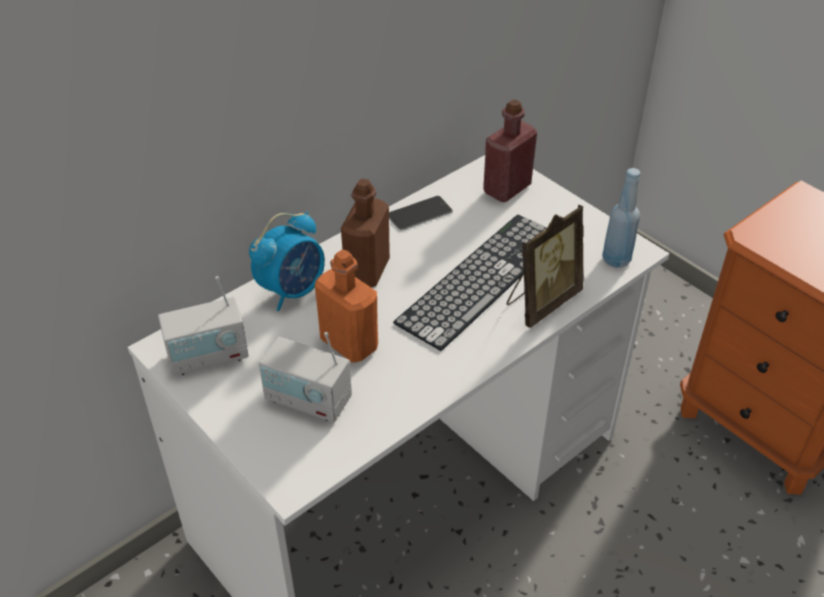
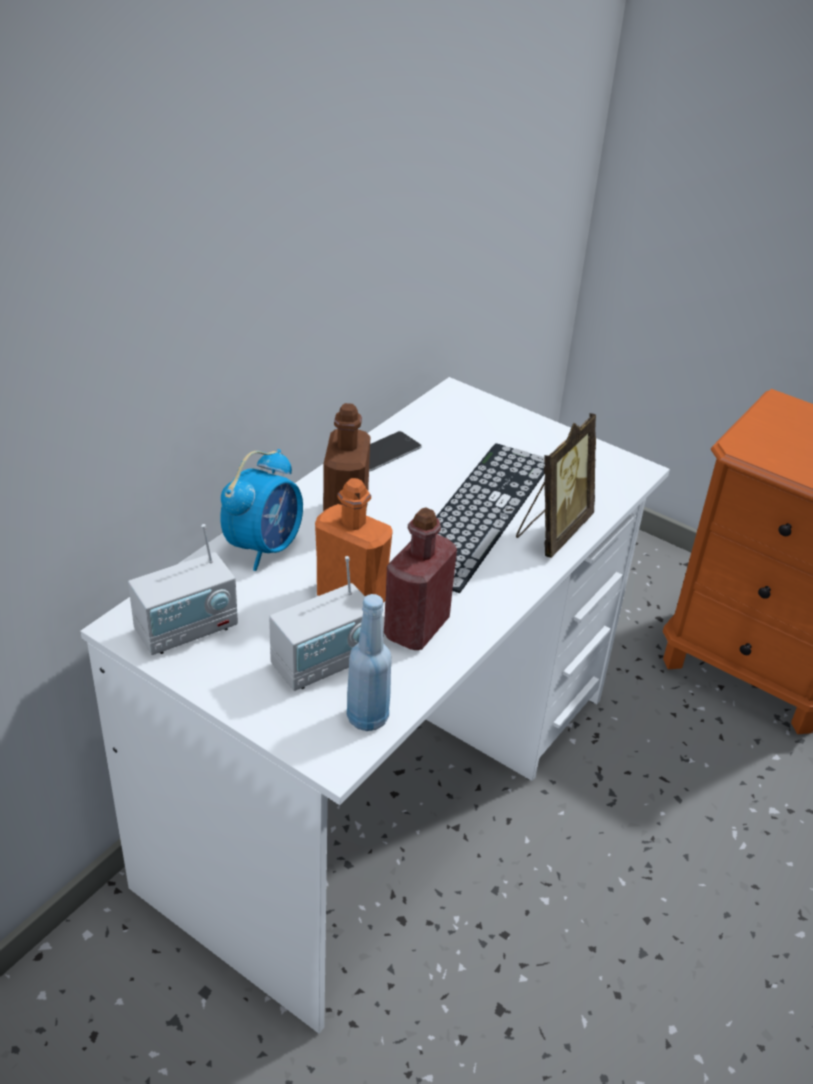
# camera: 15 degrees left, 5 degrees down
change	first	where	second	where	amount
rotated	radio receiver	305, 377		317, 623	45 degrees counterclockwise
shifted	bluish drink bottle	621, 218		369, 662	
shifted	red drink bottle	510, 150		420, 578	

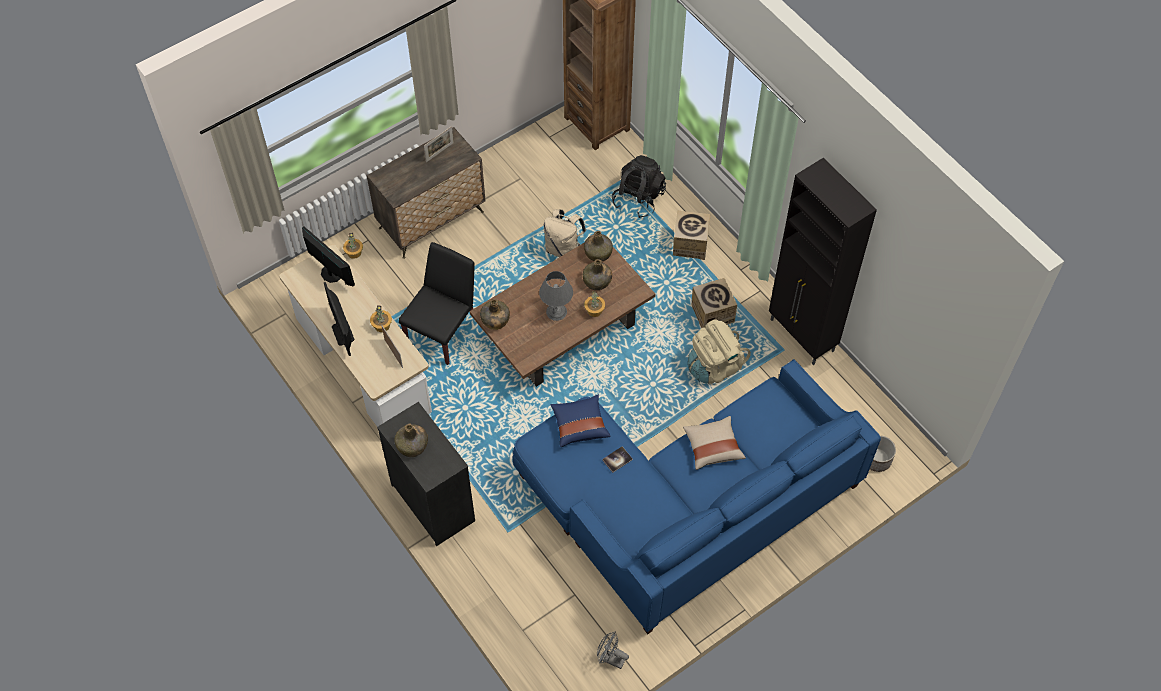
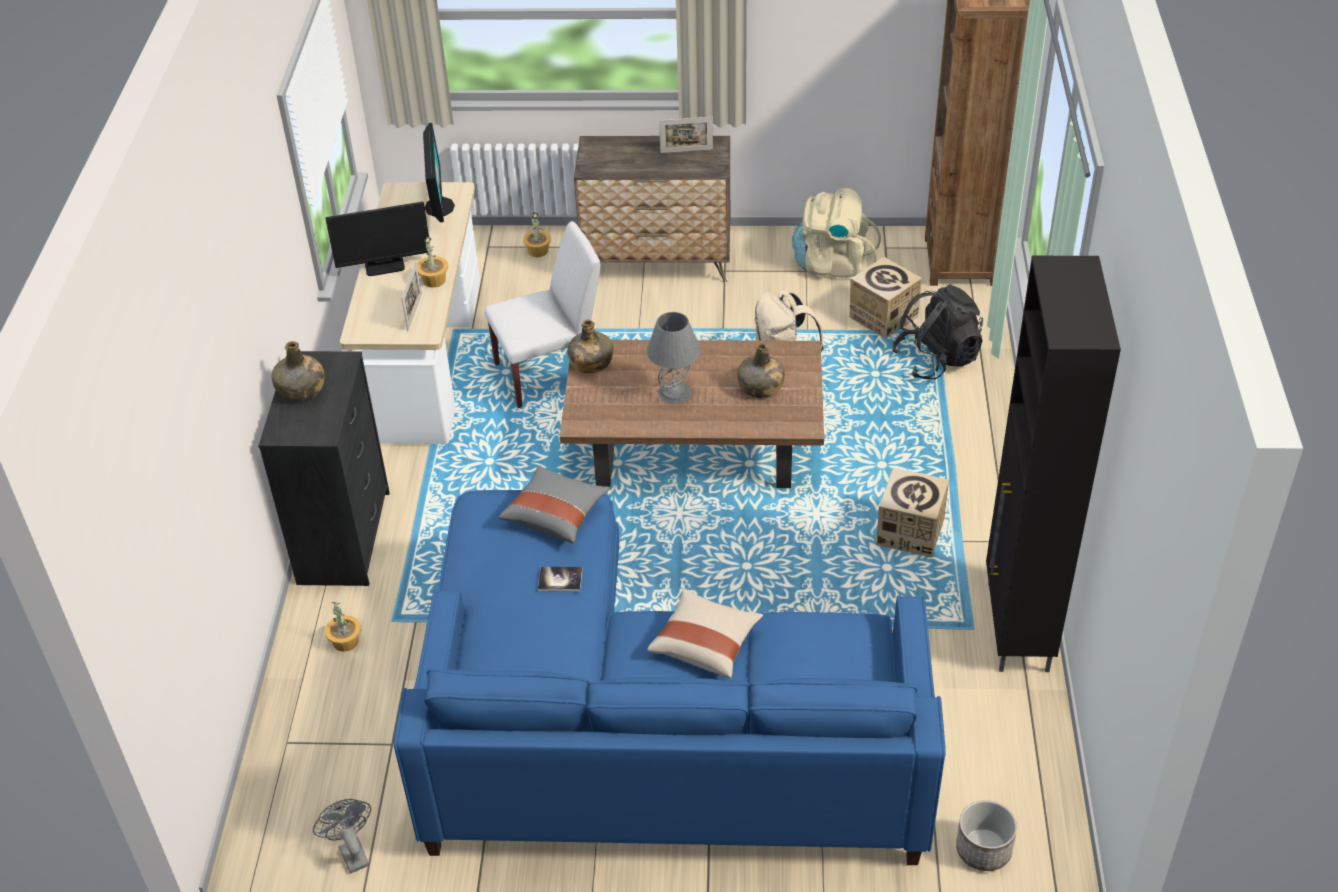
# camera: 40 degrees right, 15 degrees down
change	first	where	second	where	amount
rotated	computer display	339, 319		377, 239	120 degrees counterclockwise
shifted	potted plant	594, 304		343, 627	
repainted	black plain chair	437, 303	white plain chair	543, 314	
repainted	bluish pillow	580, 421	gray pillow	554, 504	
shifted	sand-coloured backpack	719, 351		836, 233	
shifted	packing box	691, 235		885, 298	
gone	greenish drink bottle	598, 246			

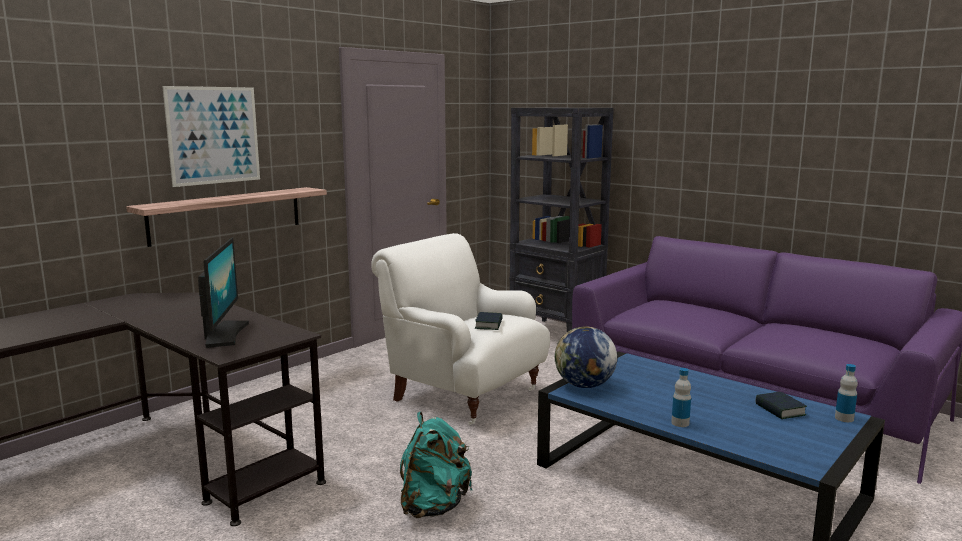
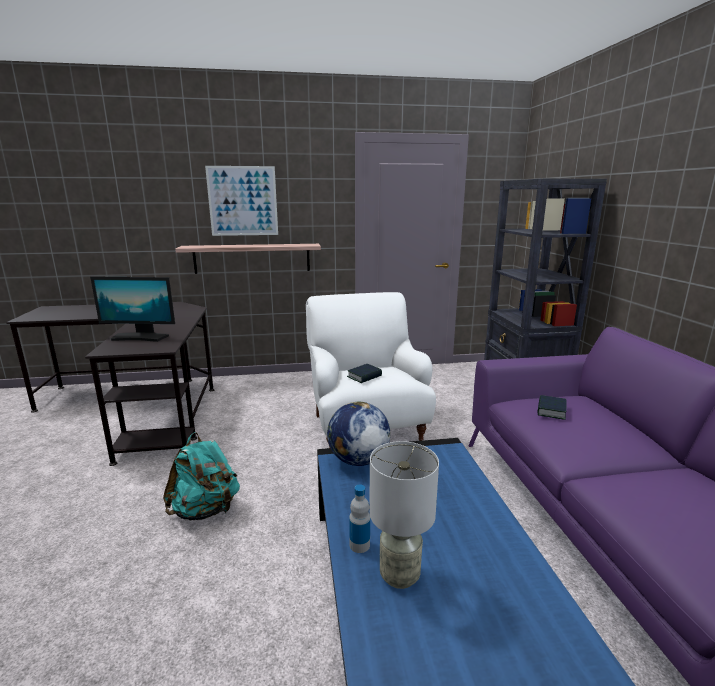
# camera: 40 degrees right, 5 degrees up
change	first	where	second	where	amount
rotated	computer display	223, 293		132, 309	60 degrees clockwise
new			gray tabletop lamp	404, 515	
shifted	book	781, 405		552, 407	
gone	drink bottle	846, 393			

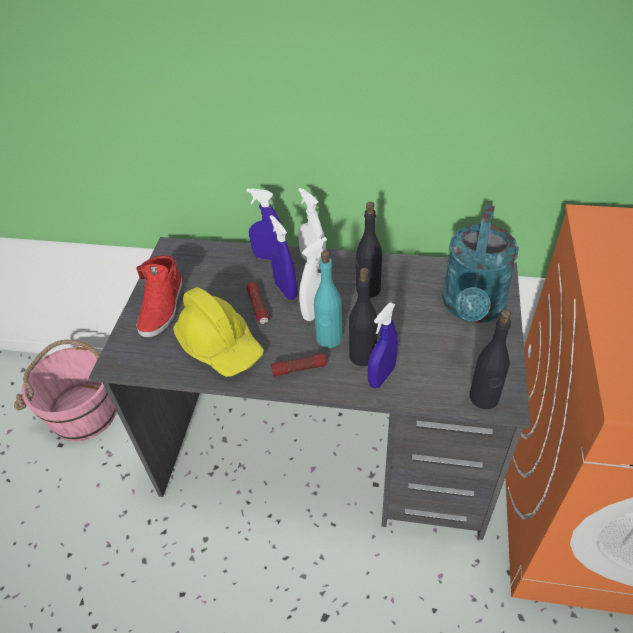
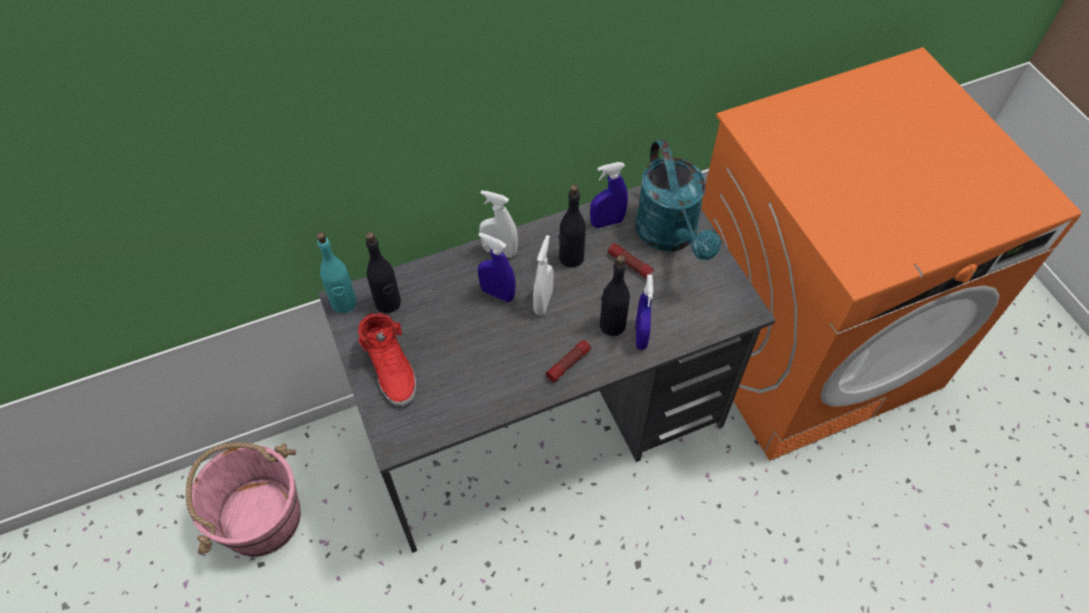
# camera: 35 degrees left, 10 degrees up
change	first	where	second	where	amount
shifted	turquoise drink bottle	328, 299		337, 272	
shifted	black drink bottle	490, 359		383, 272	
shifted	bluish spray bottle	264, 224		609, 195	
shifted	hand torch	257, 303		631, 261	
gone	yellow safety helmet	218, 332			

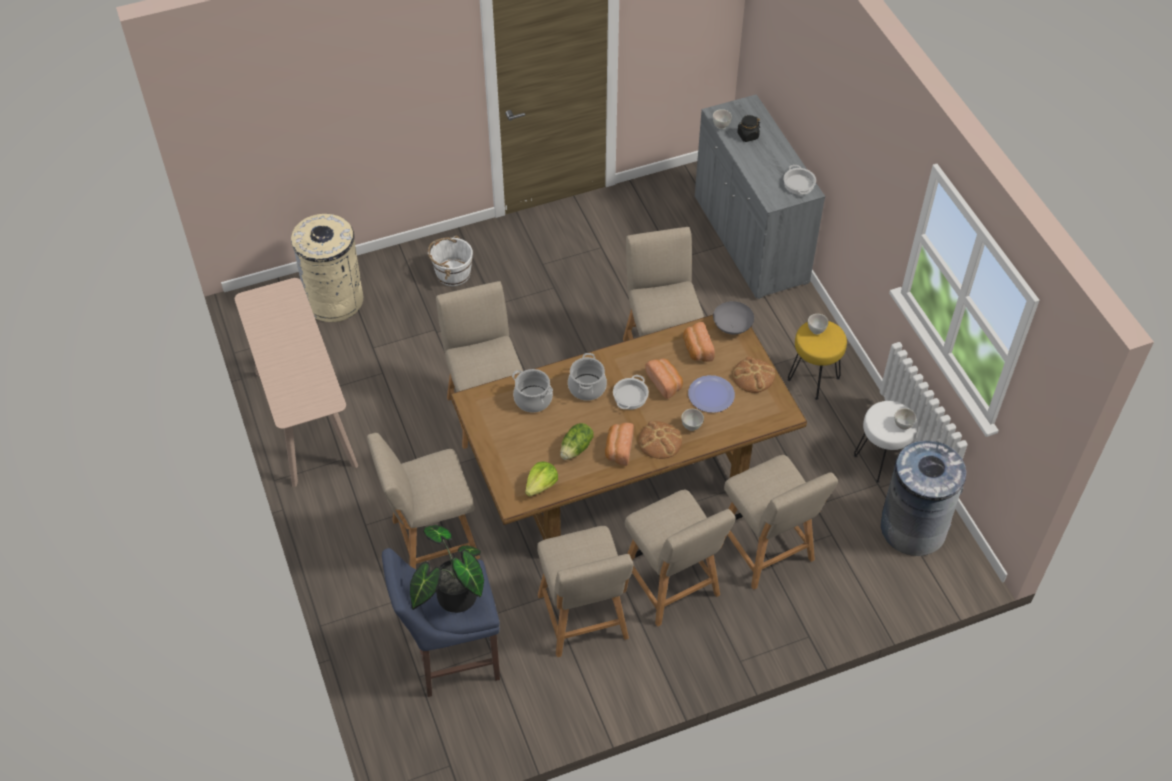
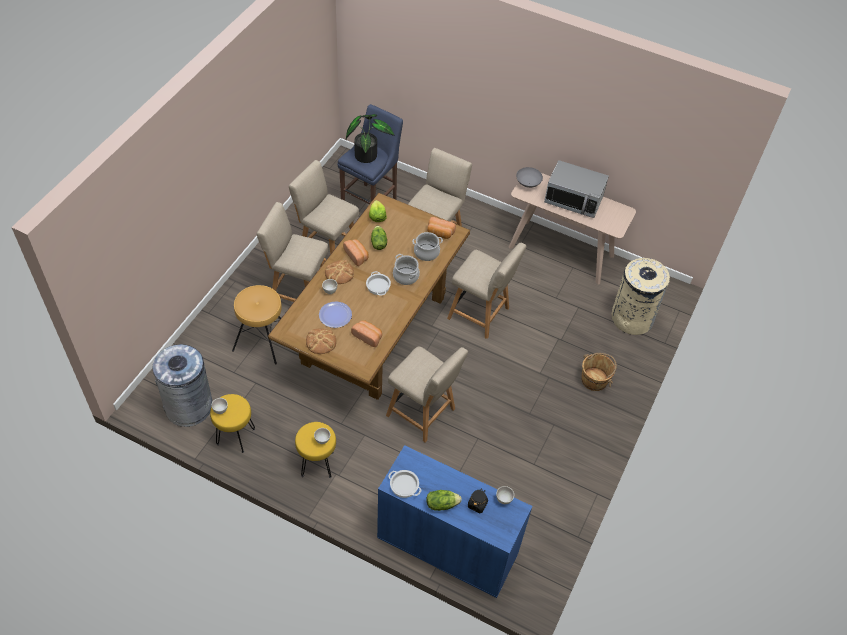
# camera: 135 degrees right, 0 degrees up
change	first	where	second	where	amount
repainted	white stool seat	886, 442	yellow stool seat	232, 423	
swapped	sand-coloured plain chair	781, 522	brown-coloured stool seat	257, 324	
repainted	gray cabinet	760, 196	bluish cabinet	454, 521	
new			lettuce head	444, 500	
shifted	bread	664, 378		441, 228	
shifted	gray bowl	733, 318		529, 177	
new			microwave	576, 189	
repainted	white bucket	450, 261	brown-coloured bucket	599, 372	

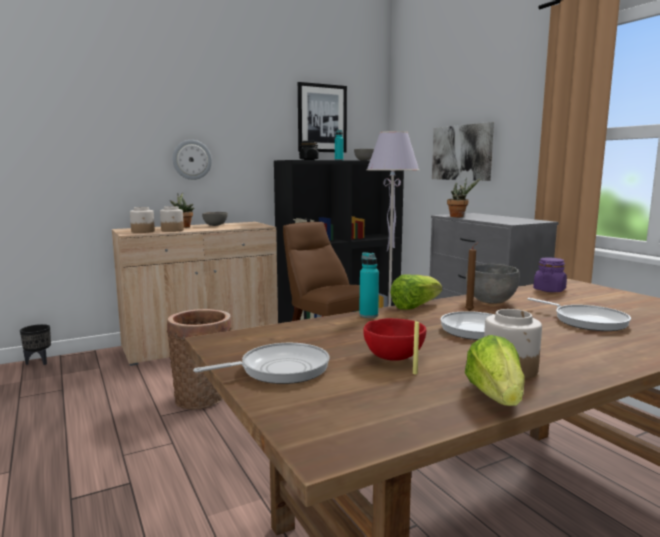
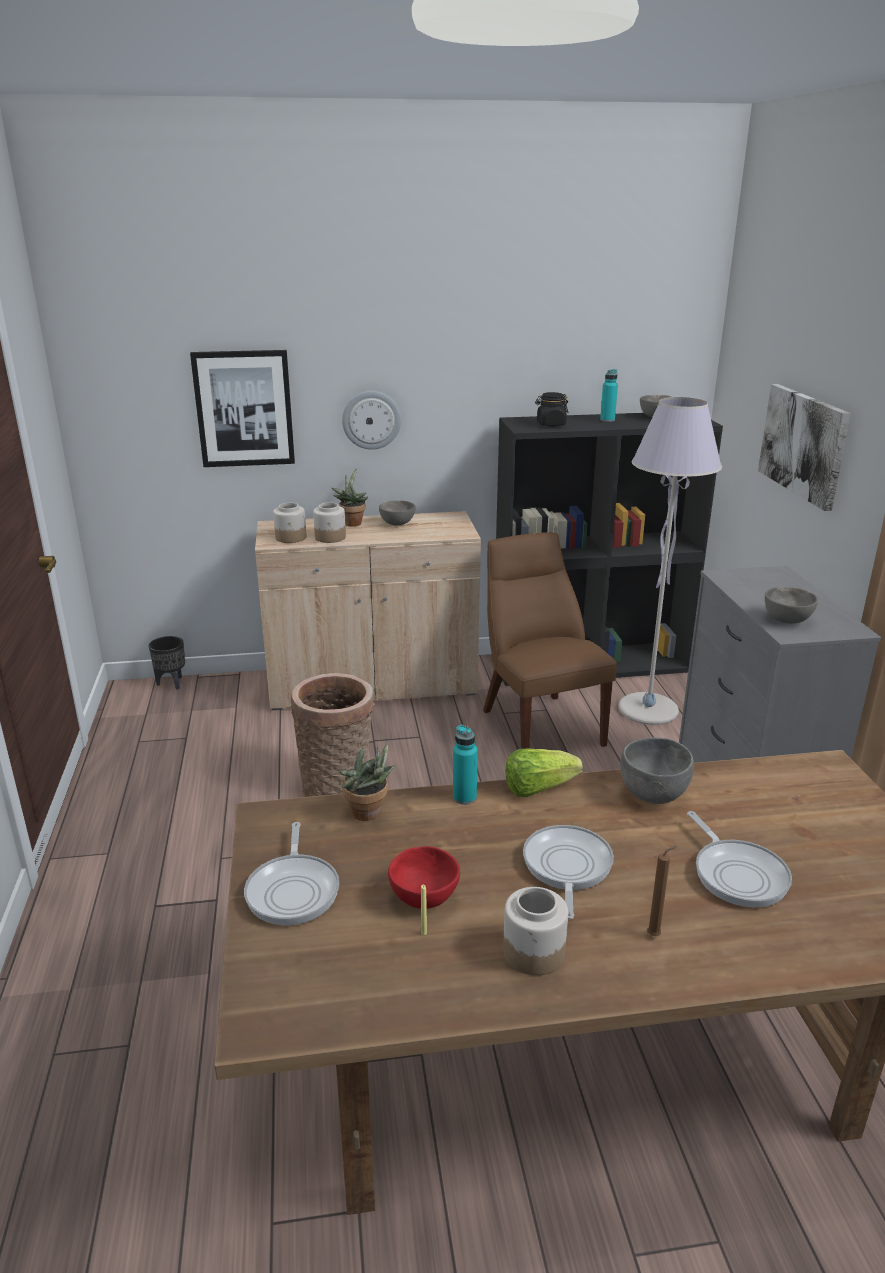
# camera: 20 degrees right, 15 degrees up
change	first	where	second	where	amount
shifted	wall picture	322, 117		242, 408	
rotated	pan	261, 363		291, 873	90 degrees clockwise
shifted	potted plant	464, 197		368, 781	
shifted	brown-coloured wax candle	471, 276		662, 891	
new			gray bowl	791, 605	
gone	lettuce head	495, 370			
gone	purple jar	550, 274			

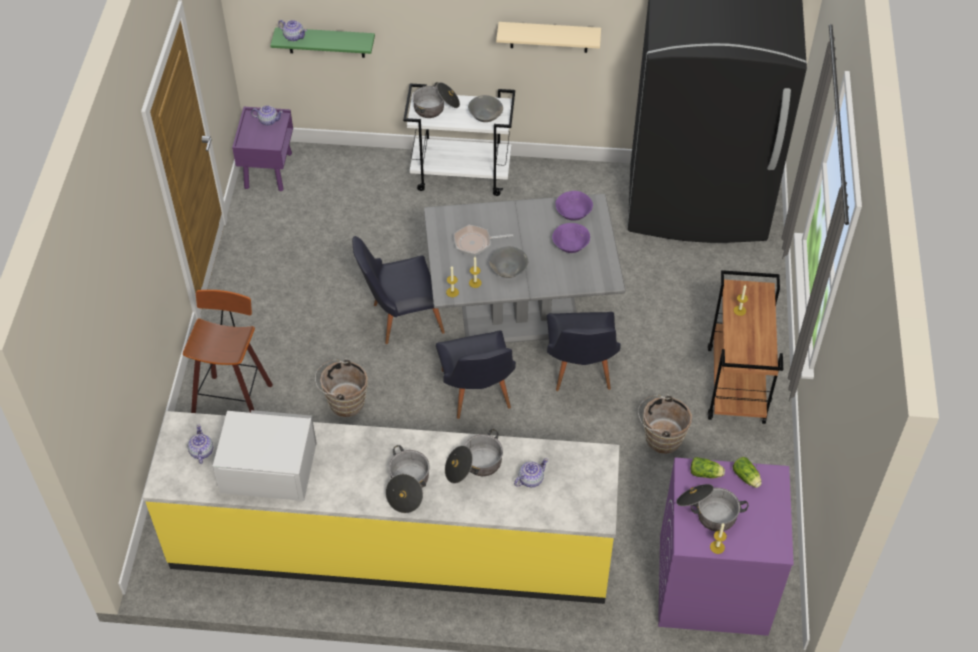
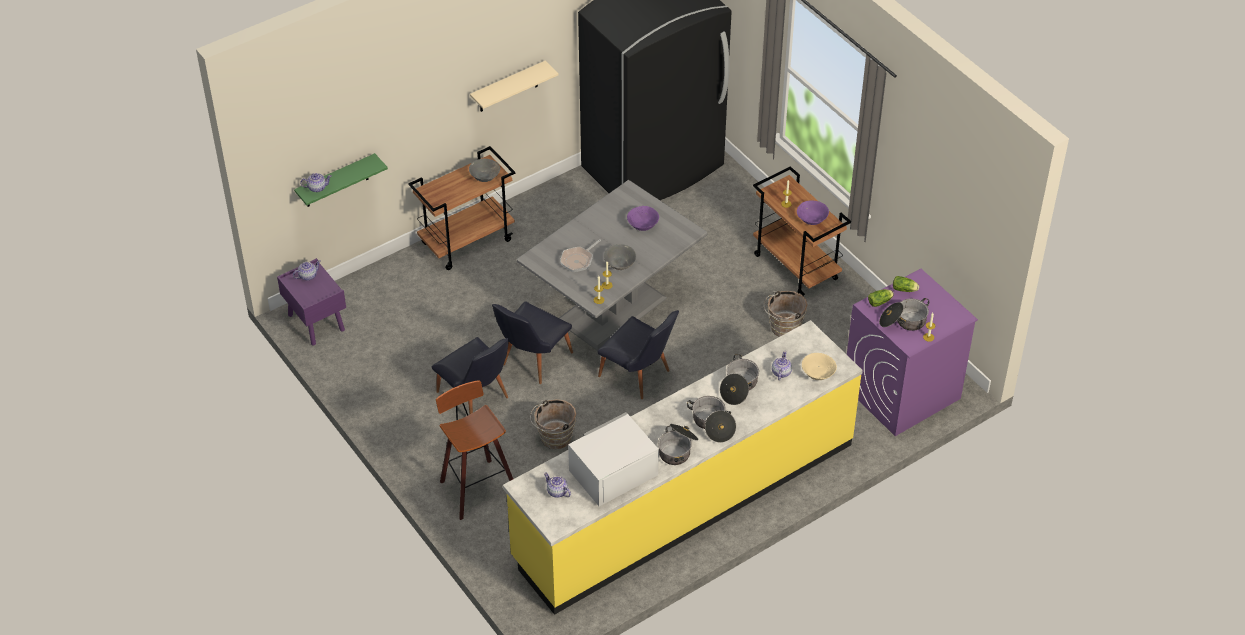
# camera: 40 degrees left, 5 degrees down
change	first	where	second	where	amount
repainted	white wheeled cart	459, 139	brown-coloured wheeled cart	461, 208	
shifted	black plain chair	584, 351		470, 375	
shifted	saucepot	436, 100		678, 444	
shifted	purple bowl	574, 206		813, 213	
new			sand-coloured bowl	819, 366	

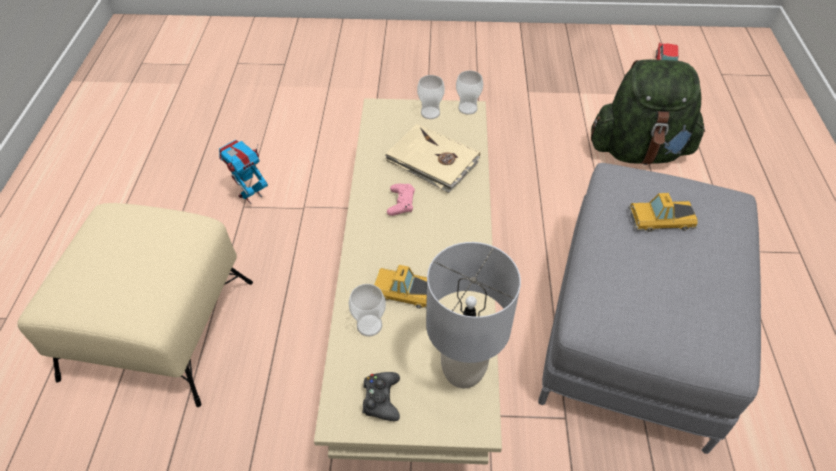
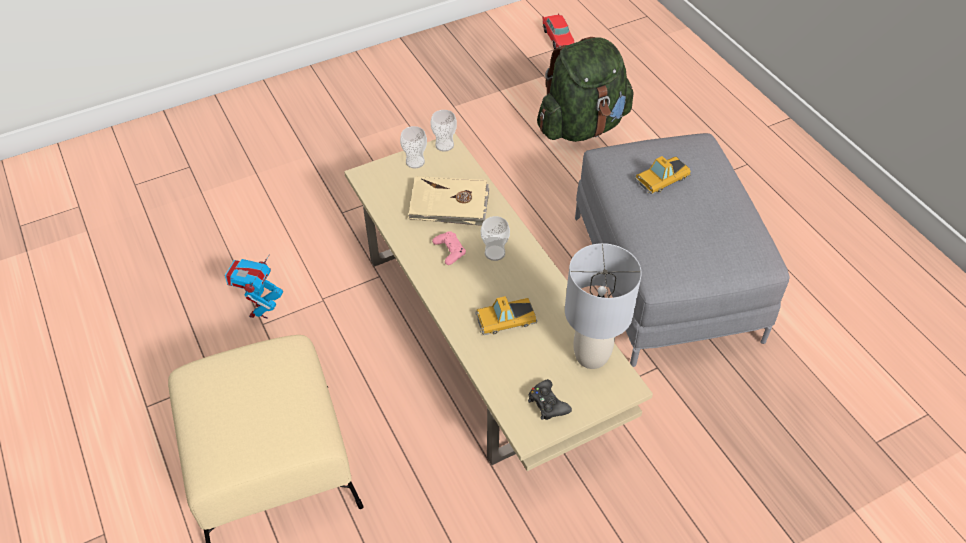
# camera: 30 degrees left, 0 degrees up
change	first	where	second	where	amount
shifted	drinking cup	367, 310		495, 238	

